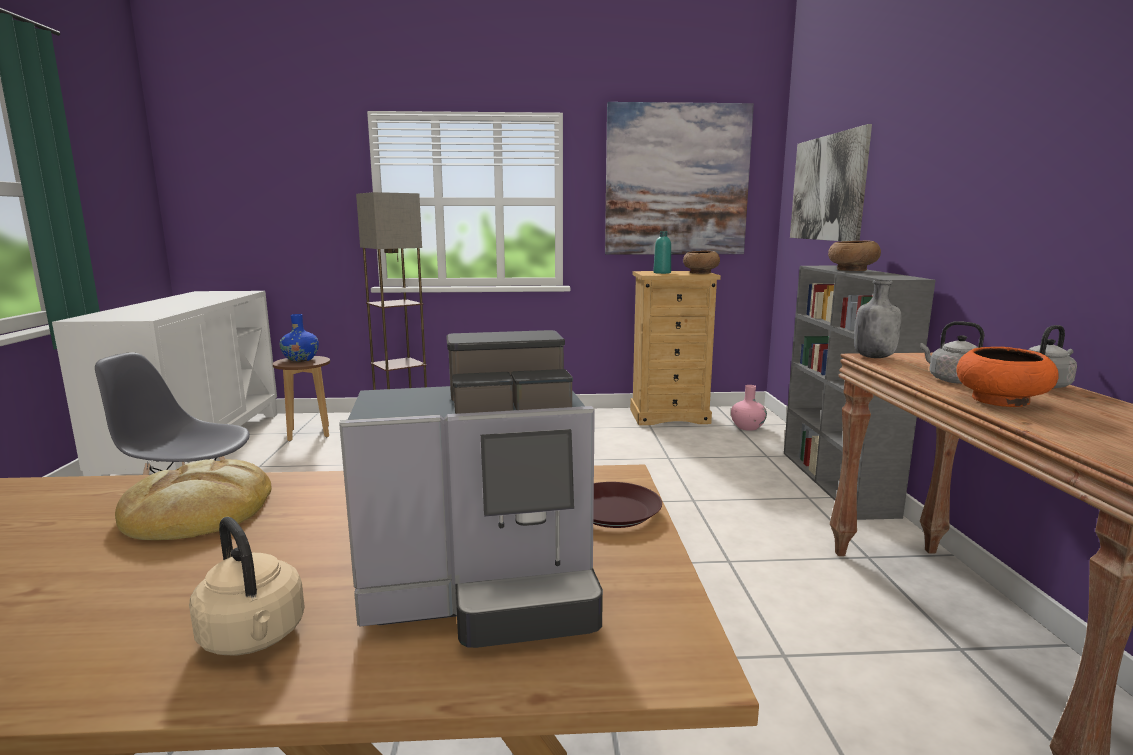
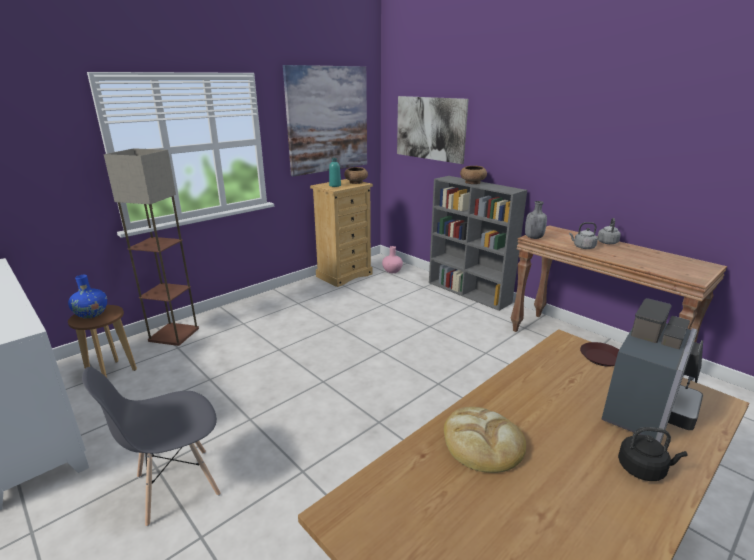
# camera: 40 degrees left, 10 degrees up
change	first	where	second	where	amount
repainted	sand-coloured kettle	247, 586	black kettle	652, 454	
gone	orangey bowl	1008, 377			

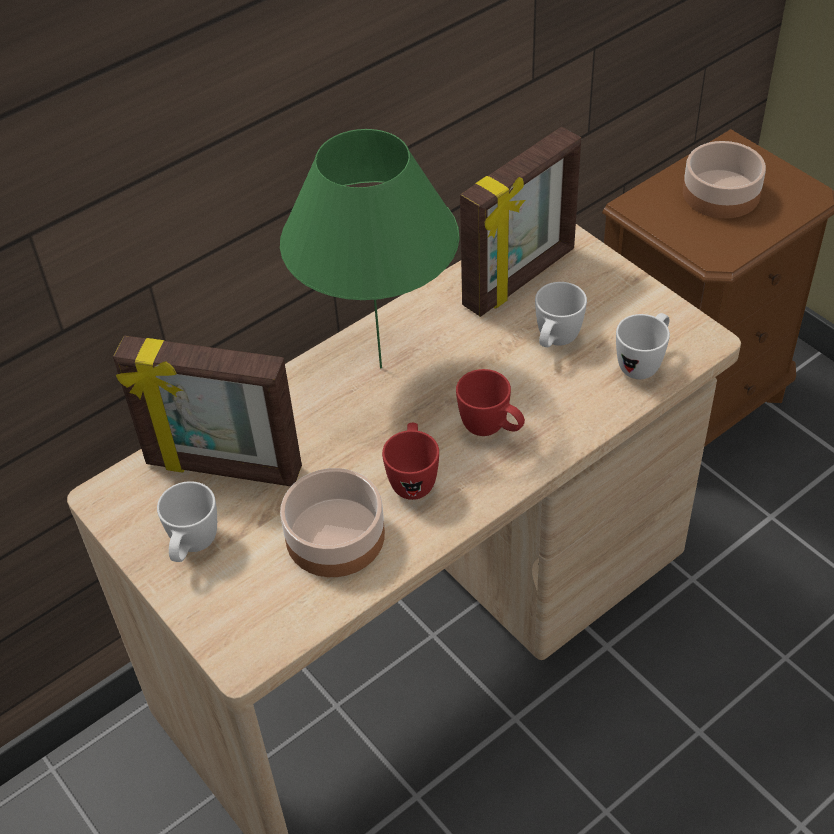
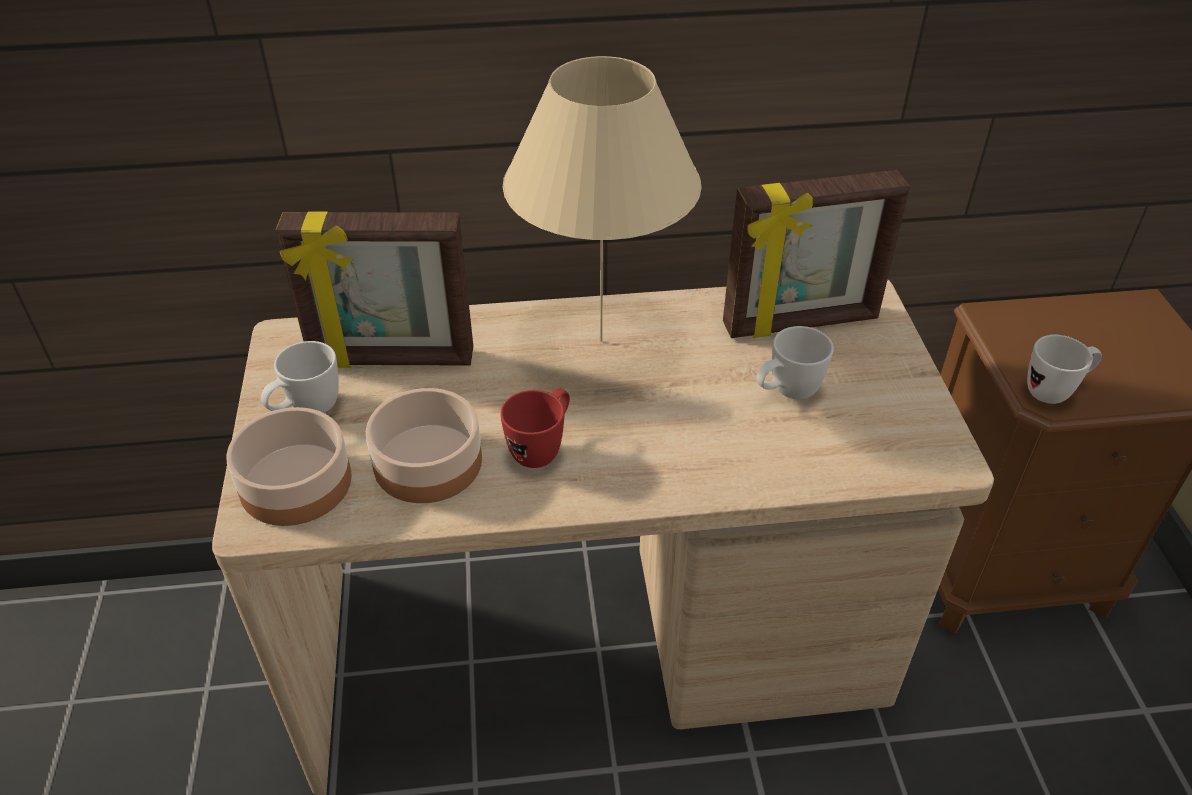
# camera: 30 degrees right, 5 degrees down
change	first	where	second	where	amount
shifted	bowl	724, 180		289, 466	
rotated	photo frame	207, 411		374, 290	45 degrees counterclockwise
repainted	greenish tabletop lamp	370, 248	sand-coloured tabletop lamp	602, 199	
shifted	white mug	643, 346		1064, 369	
gone	red mug	490, 402			

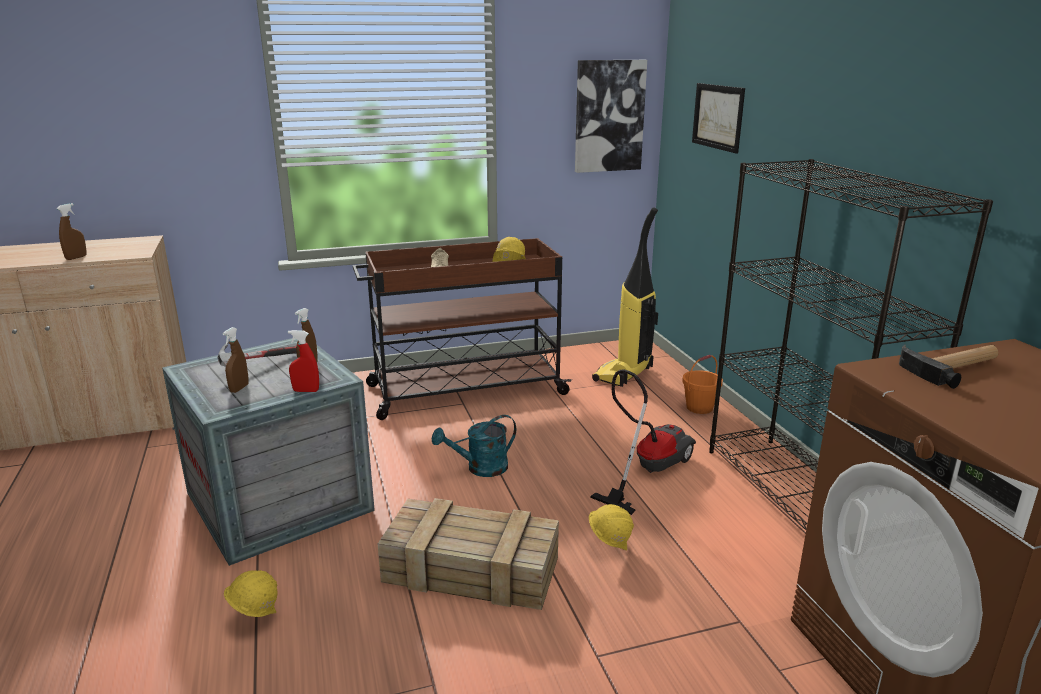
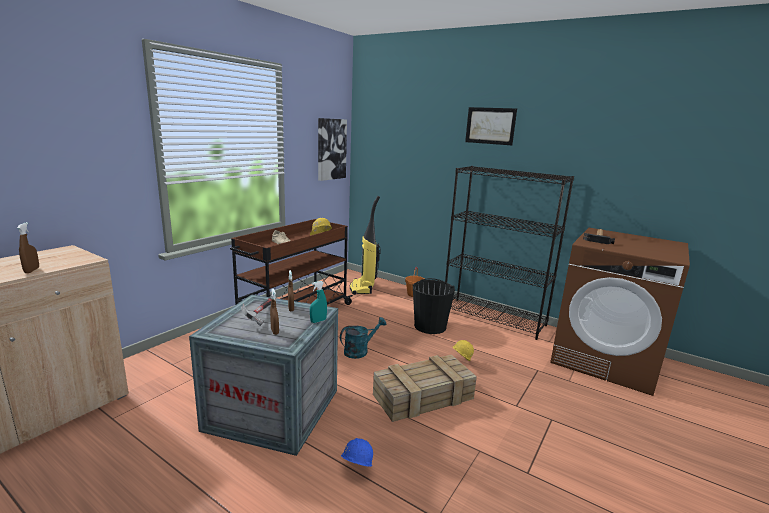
# camera: 40 degrees left, 5 degrees down
change	first	where	second	where	amount
repainted	red spray bottle	303, 361	turquoise spray bottle	318, 302	
rotated	turquoise watering pot	474, 446		363, 338	150 degrees counterclockwise
repainted	yellow safety helmet	251, 593	bluish safety helmet	357, 452	
swapped	vacuum	643, 442	black bucket	434, 306	
shifted	wall picture	718, 118		491, 126	

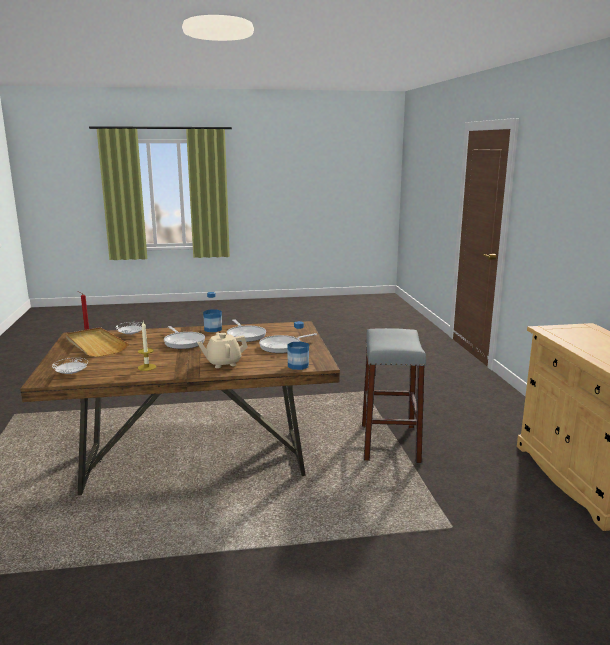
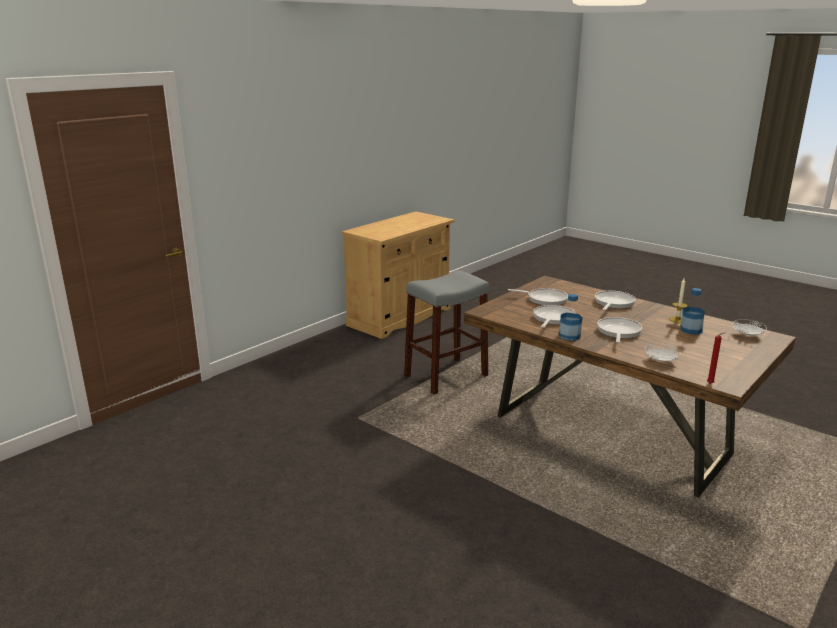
# camera: 130 degrees left, 5 degrees up
change	first	where	second	where	amount
swapped	sand-coloured pot for tea	222, 350	pan	615, 300	
shifted	drink bottle	298, 345		692, 311	
gone	sand-coloured serving tray	97, 342			

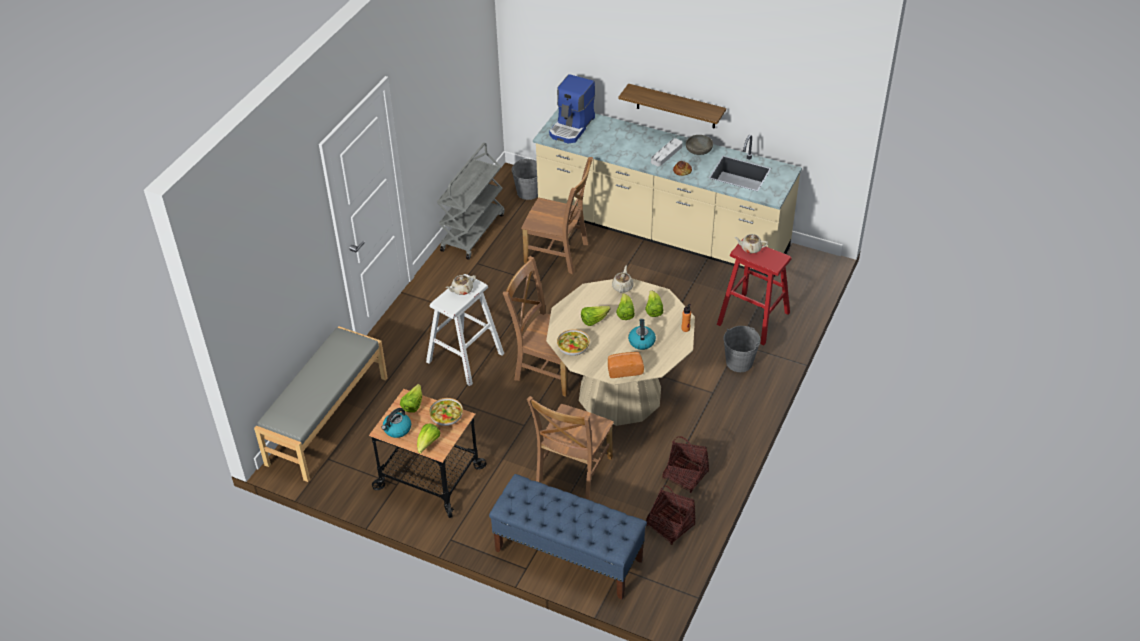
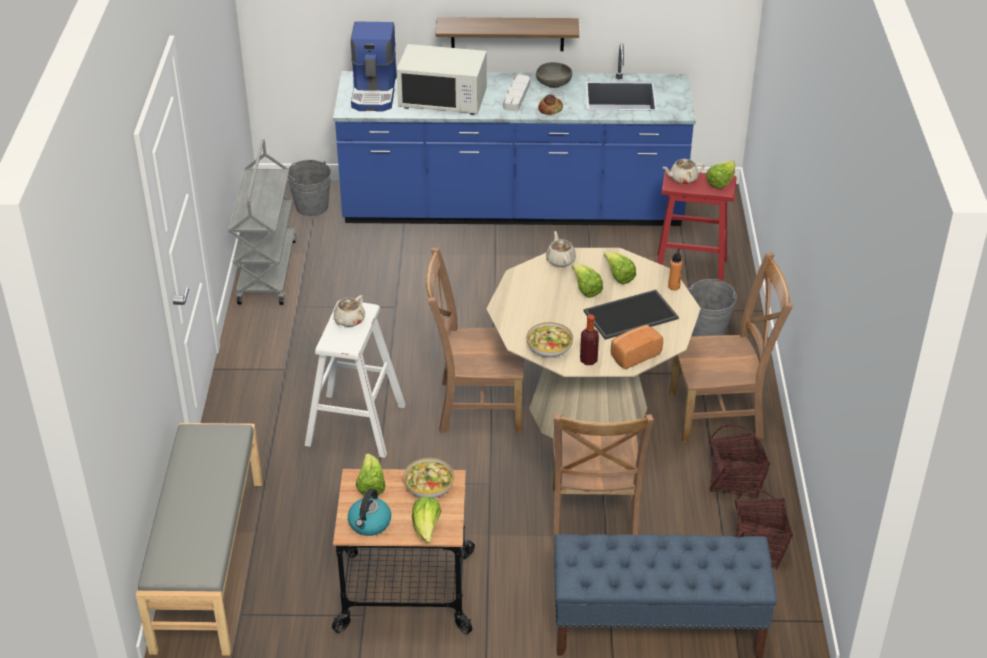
# camera: 25 degrees left, 5 degrees down
change	first	where	second	where	amount
repainted	sand-coloured kitchen counter	667, 192	bluish kitchen counter	514, 134	
new			white microwave	441, 79	
new			drink bottle	589, 340	
swapped	kettle	642, 334	serving tray	631, 315	
shifted	brown-coloured plain chair	557, 215		731, 347	
shifted	lettuce head	596, 316		720, 174	

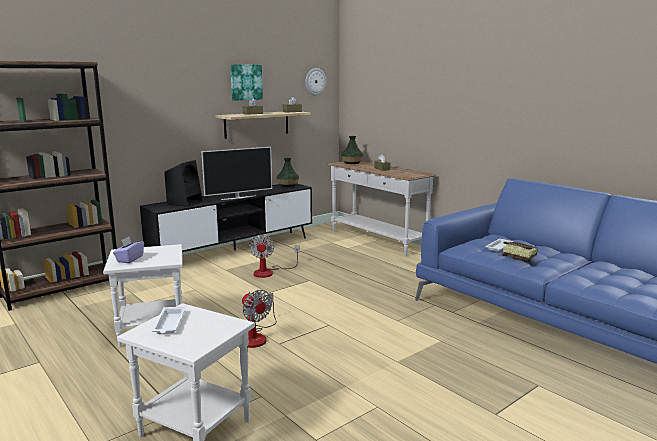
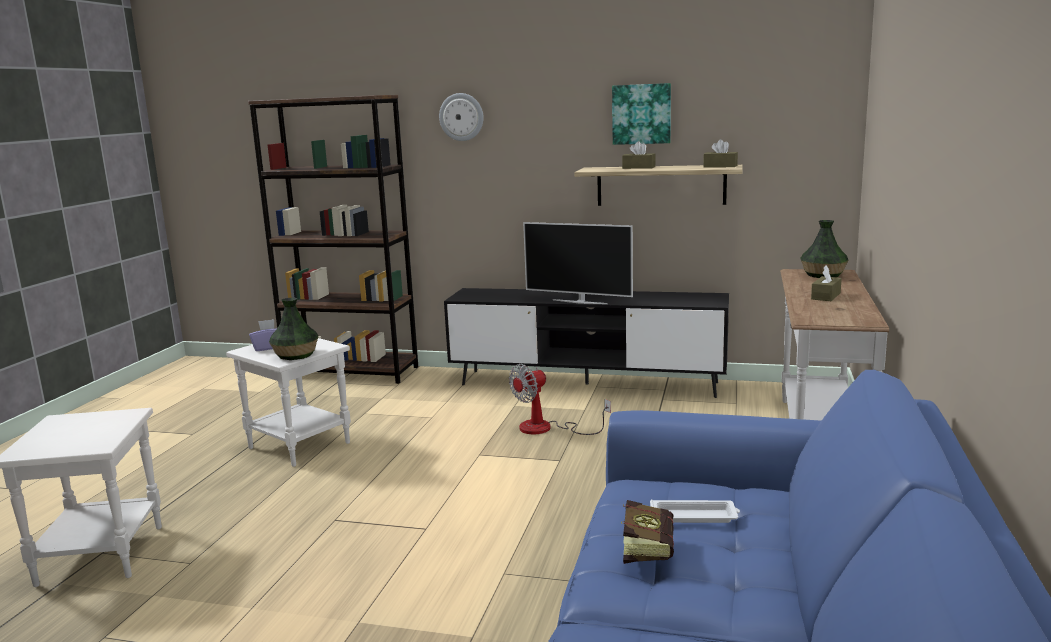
# camera: 55 degrees right, 0 degrees up
change	first	where	second	where	amount
shifted	flower vase	288, 172		294, 329	
shifted	wall clock	315, 82		461, 117	
gone	white serving tray	168, 320			
gone	black speaker	183, 183			
gone	fan	259, 319			

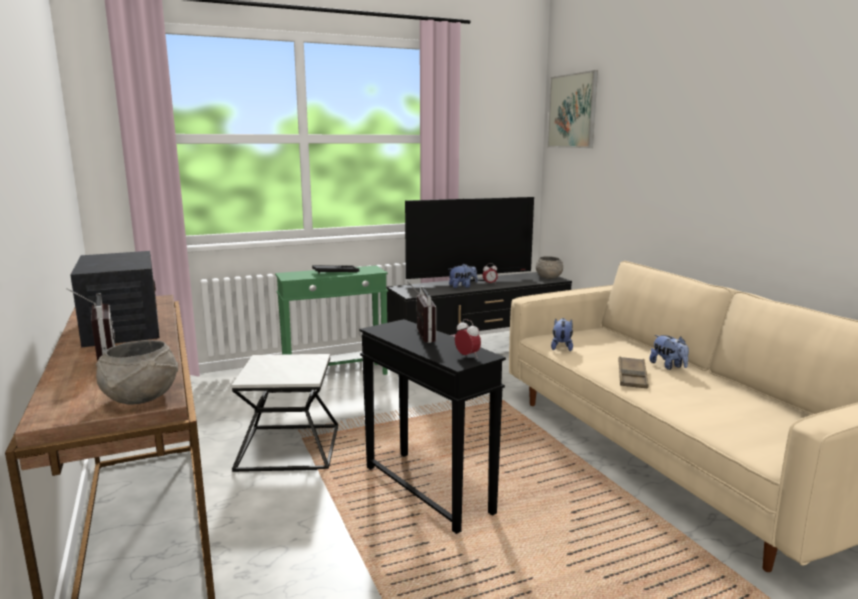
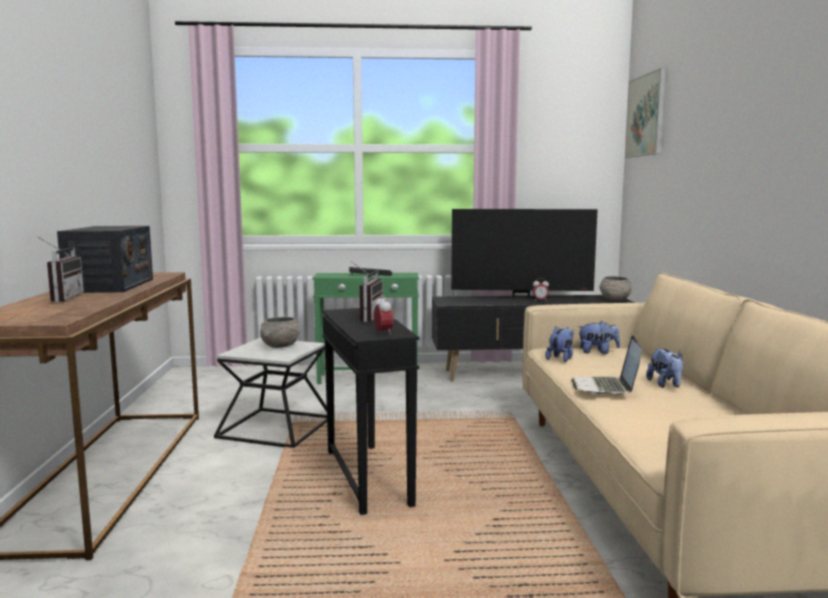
# camera: 20 degrees right, 5 degrees down
change	first	where	second	where	amount
shifted	gray bowl	137, 372		280, 332	
swapped	brown-coloured serving tray	633, 372	portable computer	606, 365	
shifted	soft toy	463, 276		599, 337	

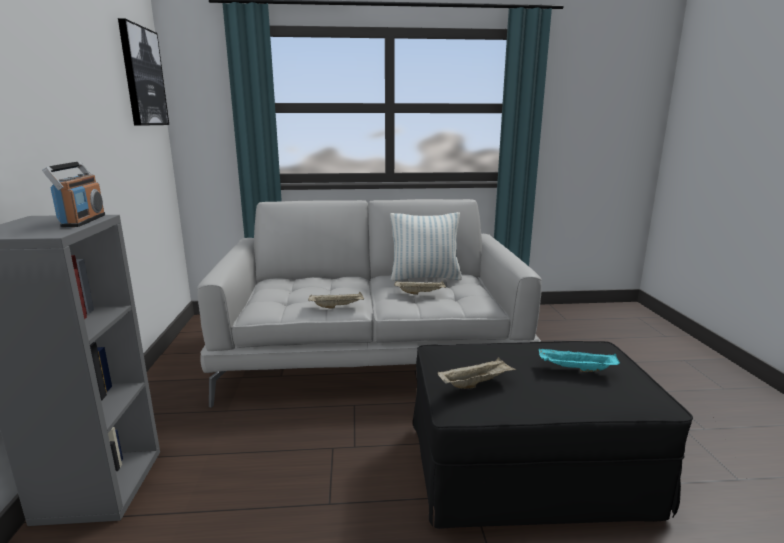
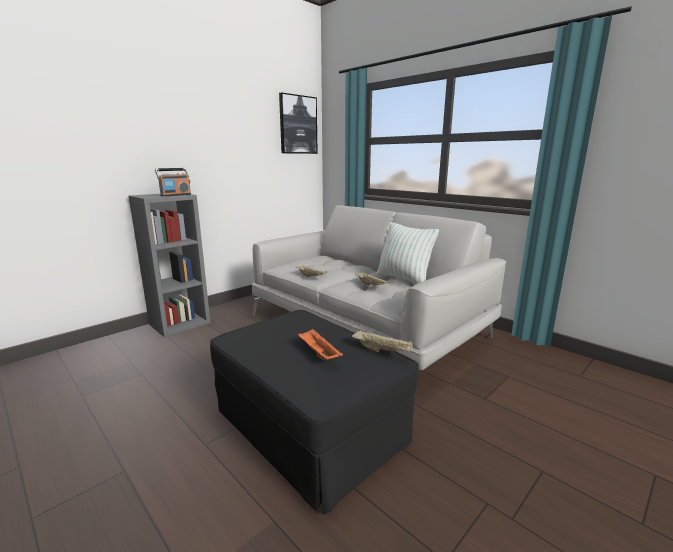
# camera: 50 degrees right, 0 degrees up
change	first	where	second	where	amount
repainted	turquoise serving tray	579, 360	orangey serving tray	320, 344	
shifted	sand-coloured serving tray	477, 373		382, 341	

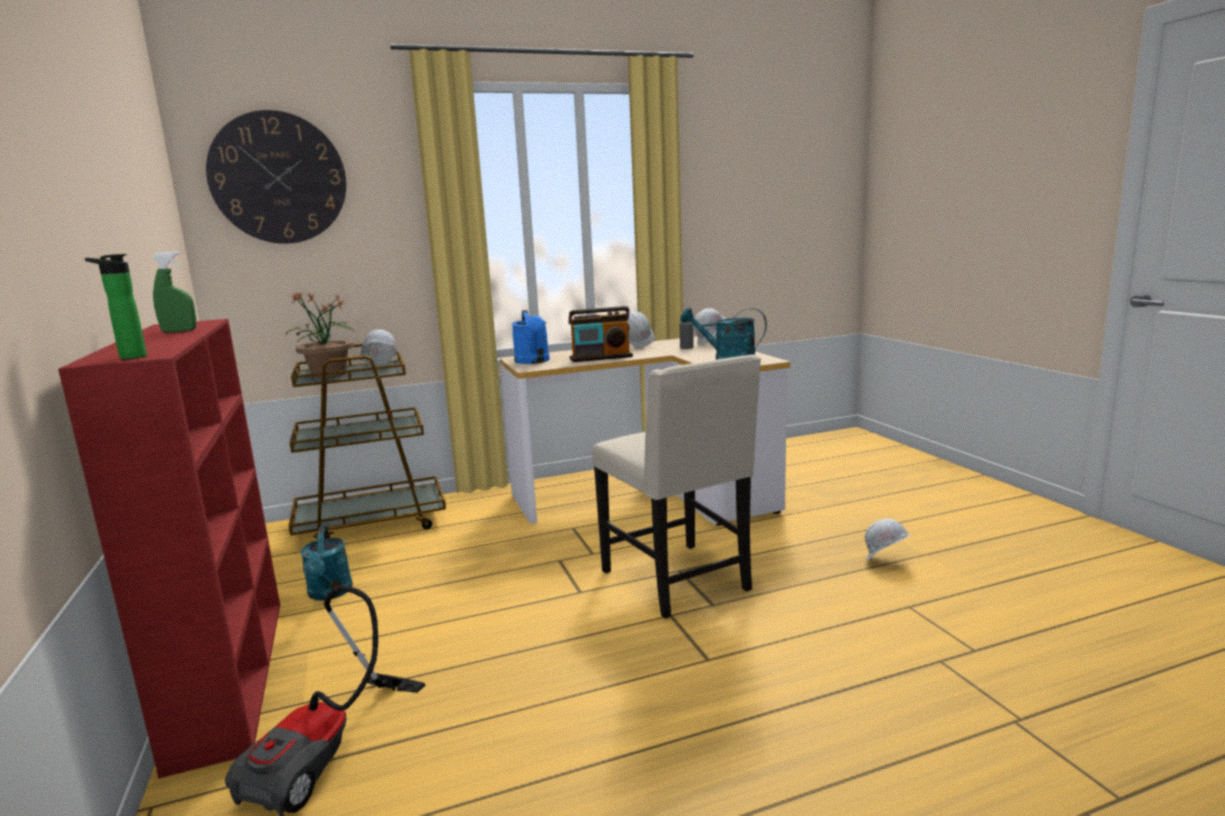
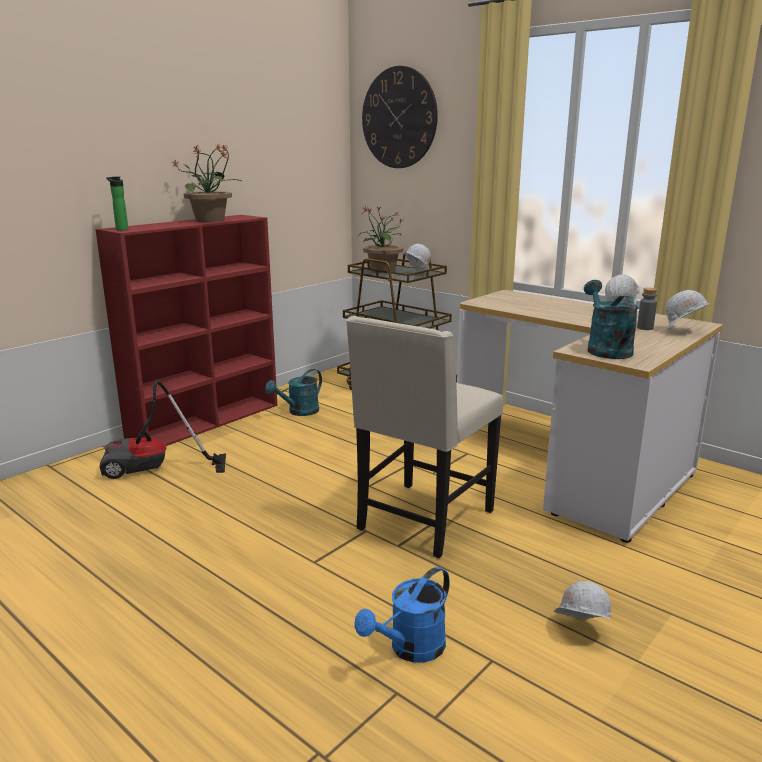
# camera: 60 degrees right, 5 degrees up
change	first	where	second	where	amount
swapped	greenish spray bottle	174, 292	potted plant	208, 183	
shifted	bluish watering pot	531, 337		402, 615	
gone	radio receiver	600, 334			

